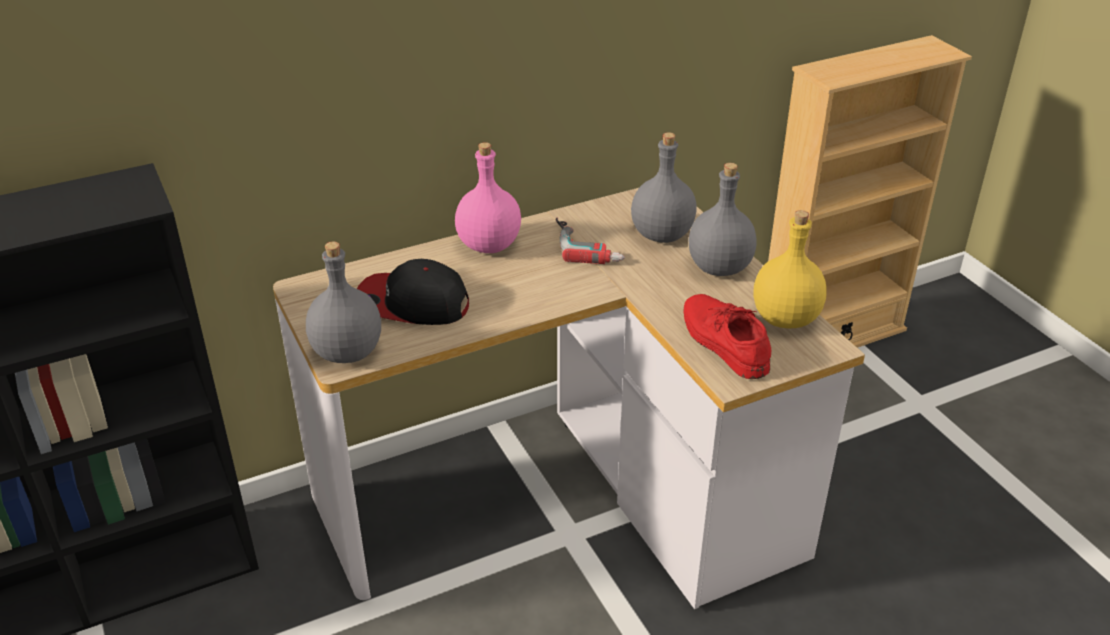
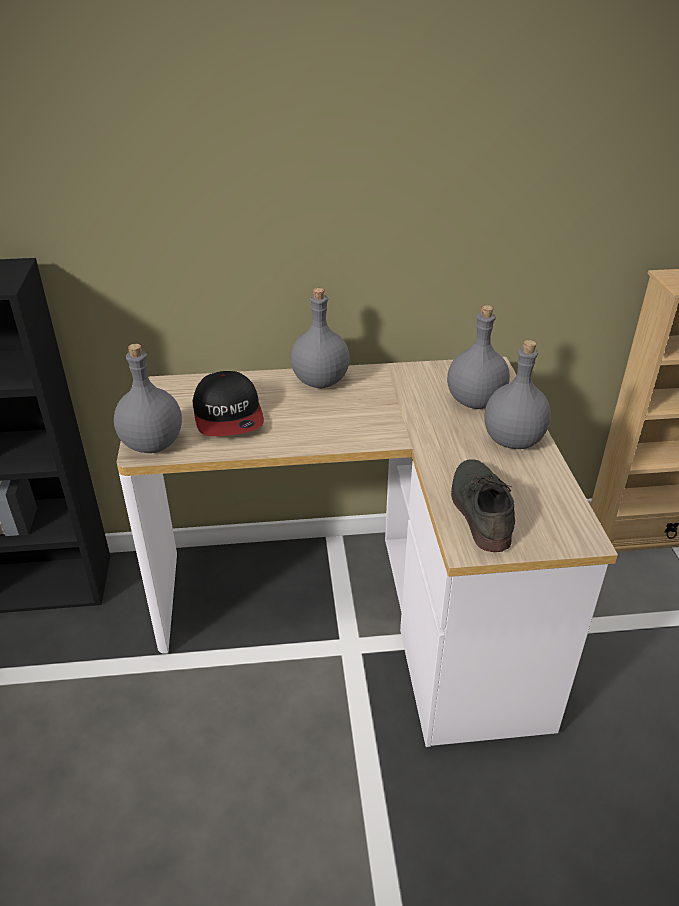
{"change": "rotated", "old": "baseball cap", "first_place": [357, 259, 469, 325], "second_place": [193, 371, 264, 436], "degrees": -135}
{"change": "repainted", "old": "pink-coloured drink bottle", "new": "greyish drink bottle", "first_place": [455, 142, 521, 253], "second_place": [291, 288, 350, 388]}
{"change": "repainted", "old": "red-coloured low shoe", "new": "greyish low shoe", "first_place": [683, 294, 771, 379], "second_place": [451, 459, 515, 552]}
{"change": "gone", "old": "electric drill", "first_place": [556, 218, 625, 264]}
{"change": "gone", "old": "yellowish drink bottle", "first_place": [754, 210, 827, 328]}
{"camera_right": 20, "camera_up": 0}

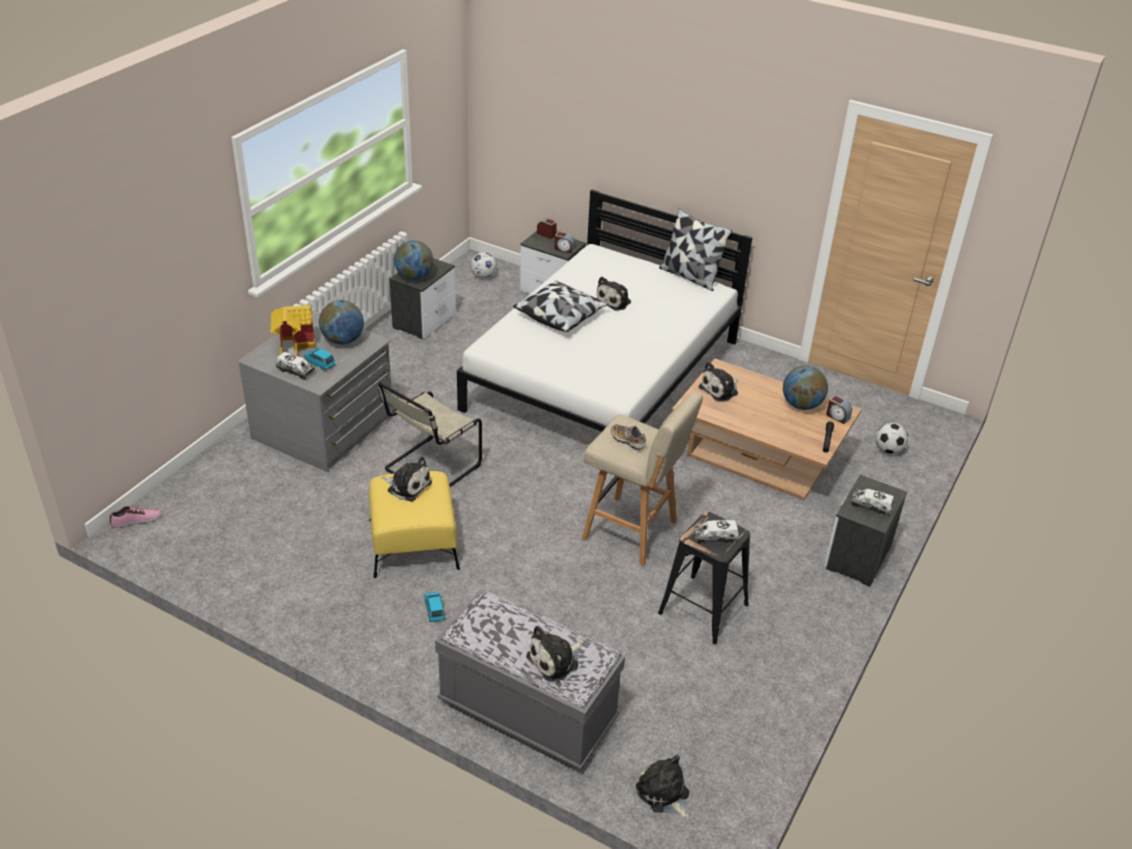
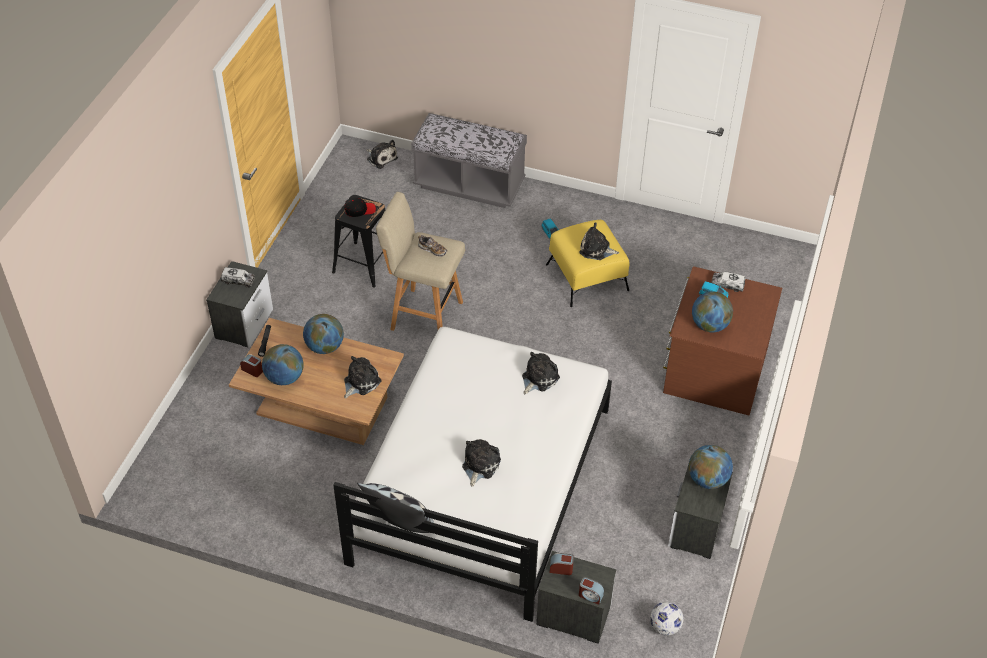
{"change": "new", "new": "world globe", "second_place": [303, 314, 344, 354]}
{"change": "swapped", "old": "model truck", "new": "black-coloured baseball cap", "first_place": [693, 520, 739, 544], "second_place": [344, 197, 376, 217]}
{"change": "shifted", "old": "plush toy", "first_place": [526, 626, 582, 681], "second_place": [522, 352, 560, 394]}
{"change": "repainted", "old": "greyish dresser", "new": "brown dresser", "first_place": [238, 310, 393, 472], "second_place": [663, 266, 782, 415]}
{"change": "gone", "old": "low shoe", "first_place": [110, 506, 162, 528]}
{"change": "gone", "old": "toy house", "first_place": [270, 305, 315, 356]}
{"change": "gone", "old": "beige plain chair", "first_place": [378, 382, 482, 487]}
{"change": "gone", "old": "cushion", "first_place": [513, 280, 608, 332]}
{"change": "gone", "old": "football", "first_place": [876, 423, 908, 454]}
{"camera_right": 170, "camera_up": 10}

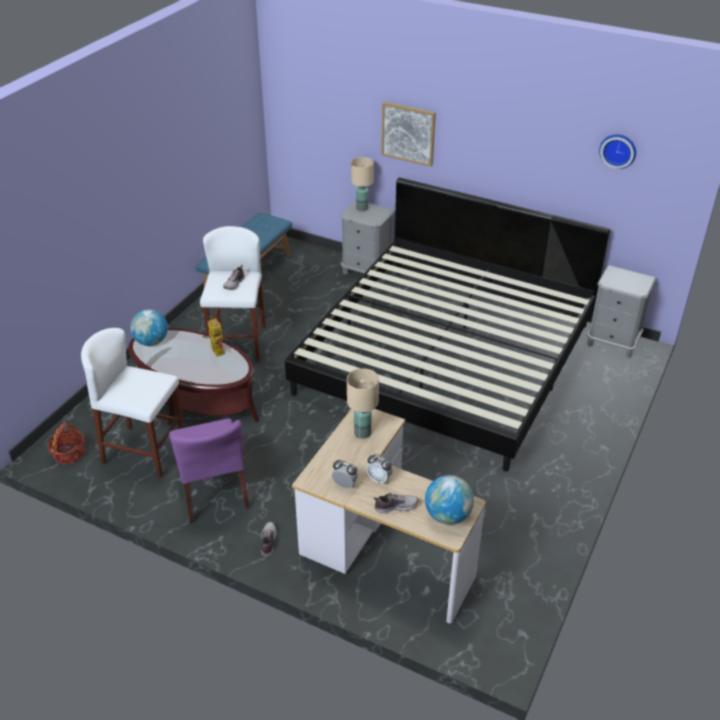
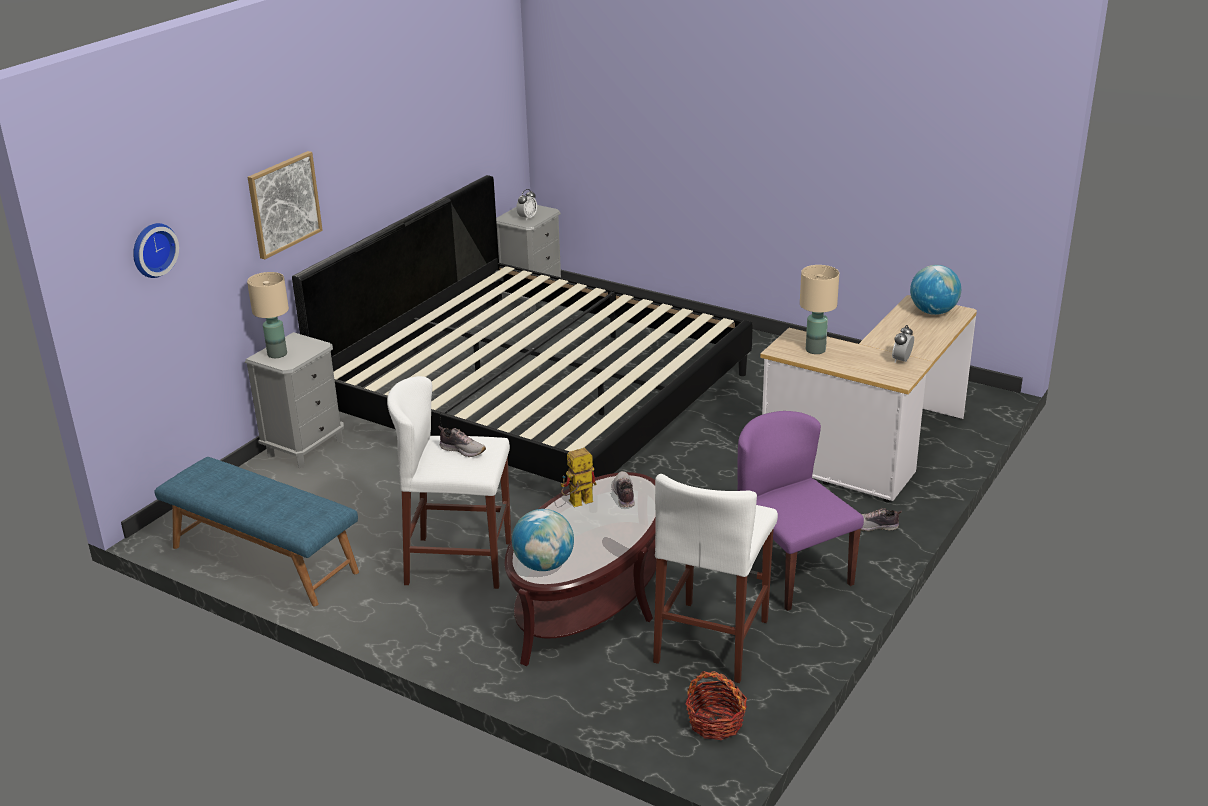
{"change": "shifted", "old": "wall clock", "first_place": [599, 134, 636, 169], "second_place": [133, 223, 179, 278]}
{"change": "shifted", "old": "alarm clock", "first_place": [367, 454, 393, 485], "second_place": [516, 189, 537, 221]}
{"change": "shifted", "old": "low shoe", "first_place": [374, 493, 418, 514], "second_place": [612, 471, 635, 507]}
{"change": "rotated", "old": "purple plain chair", "first_place": [169, 418, 250, 523], "second_place": [737, 411, 864, 611], "degrees": -105}
{"camera_right": -85, "camera_up": -10}

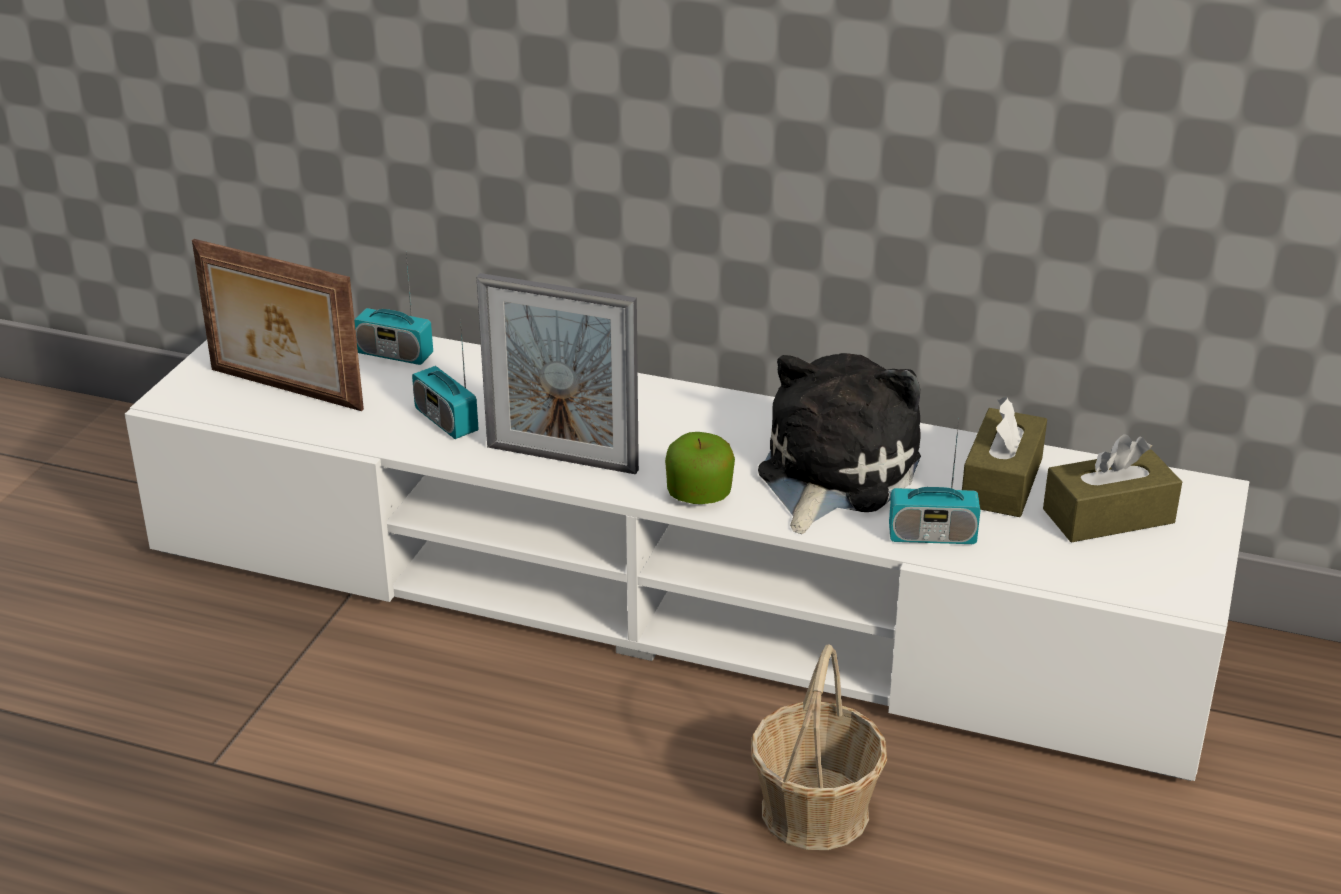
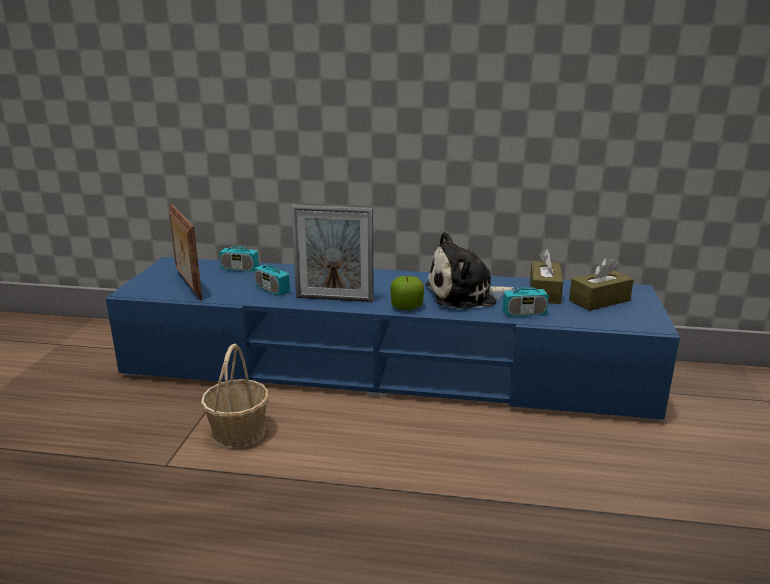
{"change": "repainted", "old": "white tv stand", "new": "blue tv stand", "first_place": [125, 336, 1249, 781], "second_place": [106, 257, 680, 421]}
{"change": "rotated", "old": "photo frame", "first_place": [192, 239, 364, 411], "second_place": [169, 203, 202, 301], "degrees": 45}
{"change": "shifted", "old": "storage basket", "first_place": [751, 644, 887, 850], "second_place": [201, 344, 269, 449]}
{"change": "rotated", "old": "plush toy", "first_place": [758, 353, 921, 534], "second_place": [425, 232, 514, 309], "degrees": -120}
{"camera_right": -10, "camera_up": -10}

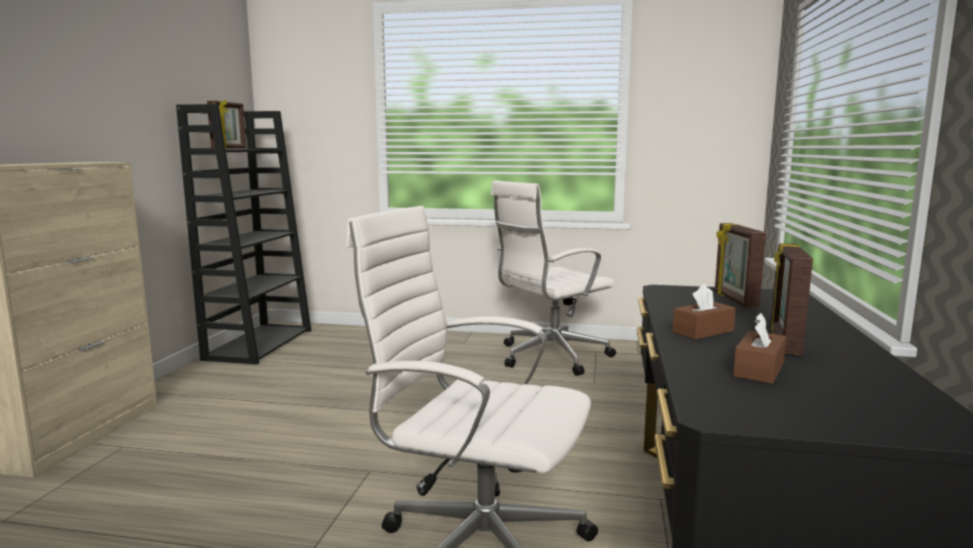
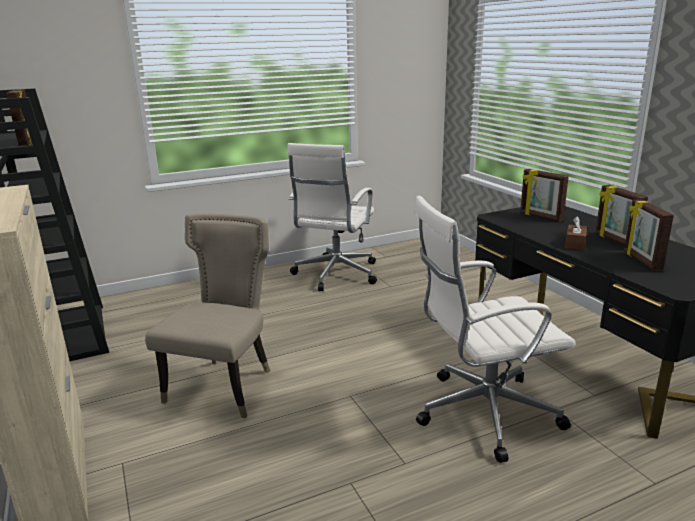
{"change": "new", "new": "beige plain chair", "second_place": [145, 214, 270, 418]}
{"change": "swapped", "old": "brown box of tissues", "new": "photo frame", "first_place": [733, 313, 786, 384], "second_place": [624, 199, 674, 271]}
{"camera_right": -35, "camera_up": 10}

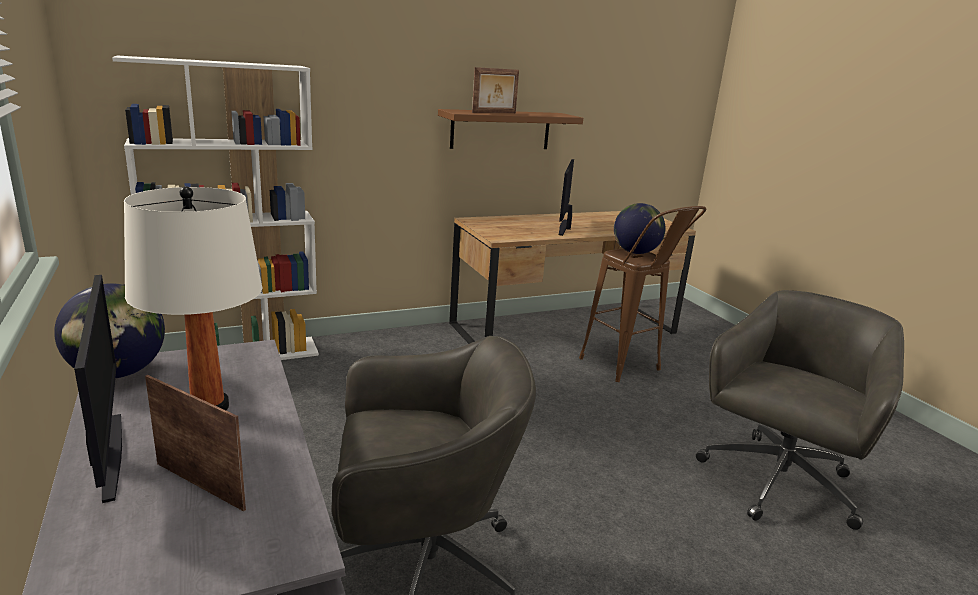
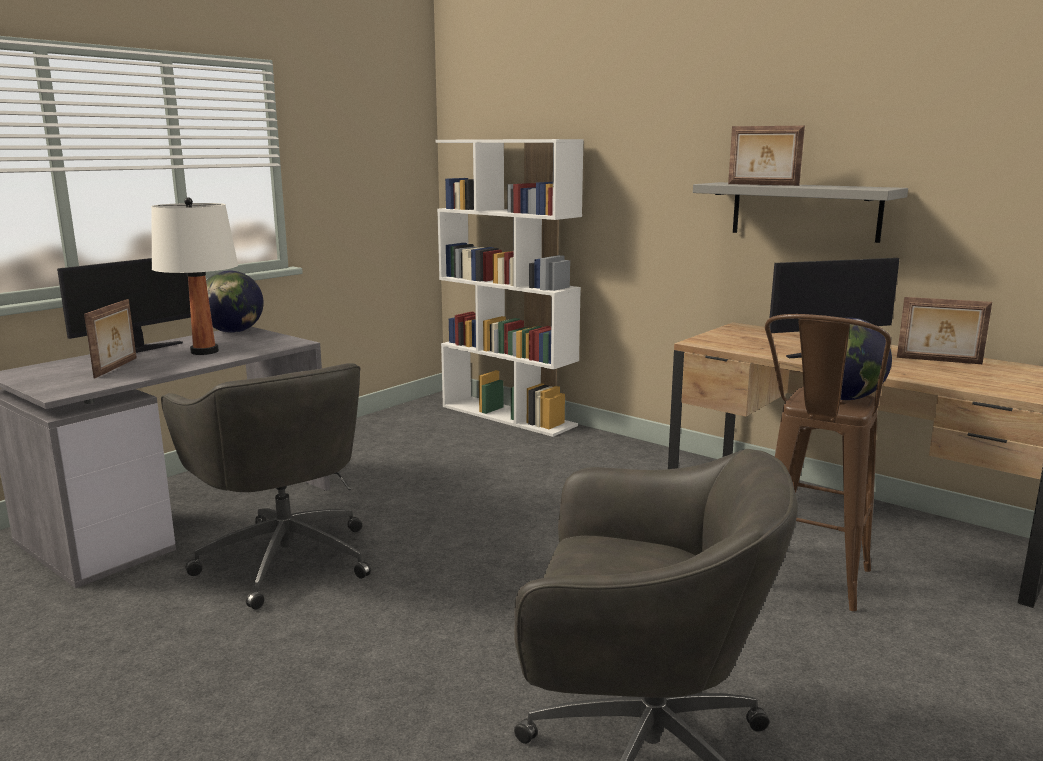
{"change": "repainted", "old": "brown wall shelf", "new": "greyish wall shelf", "first_place": [438, 109, 583, 149], "second_place": [693, 182, 908, 243]}
{"change": "new", "new": "photo frame", "second_place": [897, 297, 992, 364]}
{"camera_right": 65, "camera_up": -5}

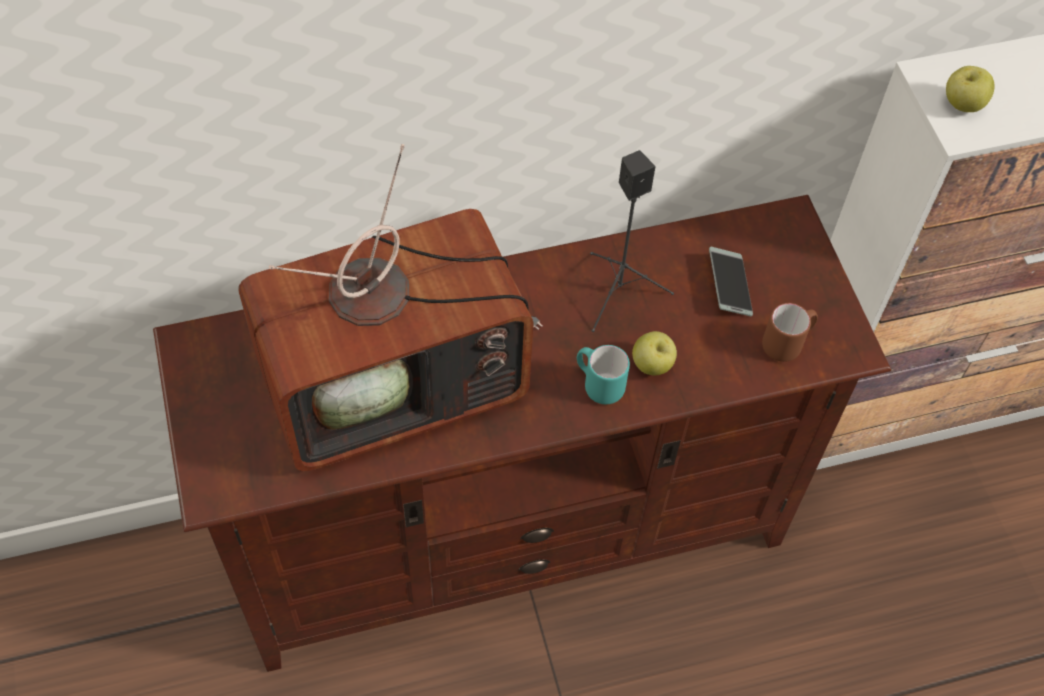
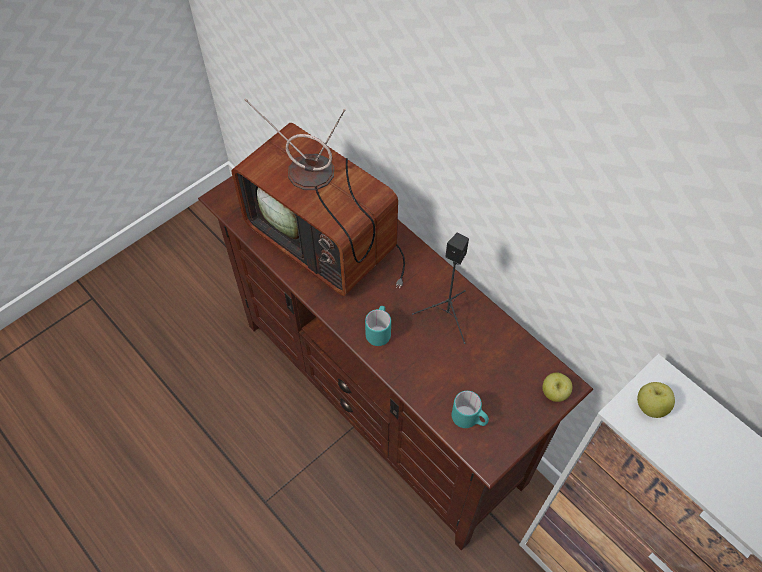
{"change": "repainted", "old": "brown coffee mug", "new": "turquoise coffee mug", "first_place": [762, 303, 818, 362], "second_place": [452, 391, 489, 428]}
{"change": "shifted", "old": "apple", "first_place": [632, 331, 677, 375], "second_place": [542, 373, 572, 402]}
{"change": "gone", "old": "phone", "first_place": [709, 247, 753, 316]}
{"camera_right": 65, "camera_up": 0}

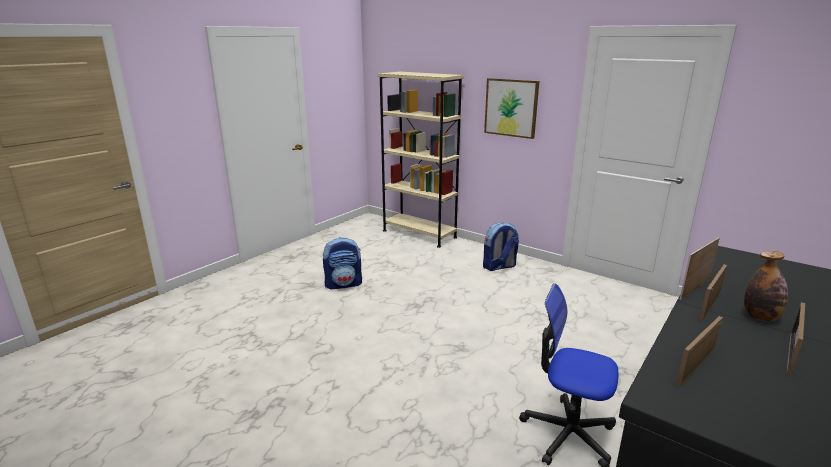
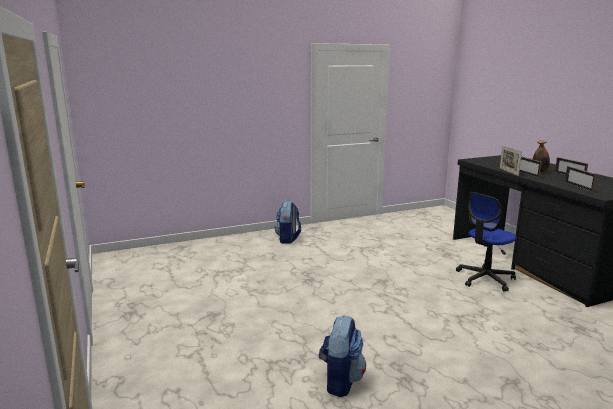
{"change": "shifted", "old": "rucksack", "first_place": [323, 237, 362, 289], "second_place": [319, 316, 366, 397]}
{"change": "gone", "old": "beige bookshelf", "first_place": [377, 72, 464, 248]}
{"change": "gone", "old": "wall picture", "first_place": [484, 78, 539, 139]}
{"camera_right": -60, "camera_up": -5}

